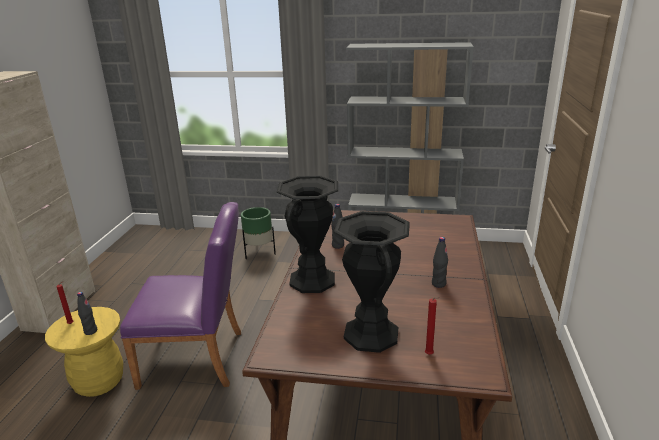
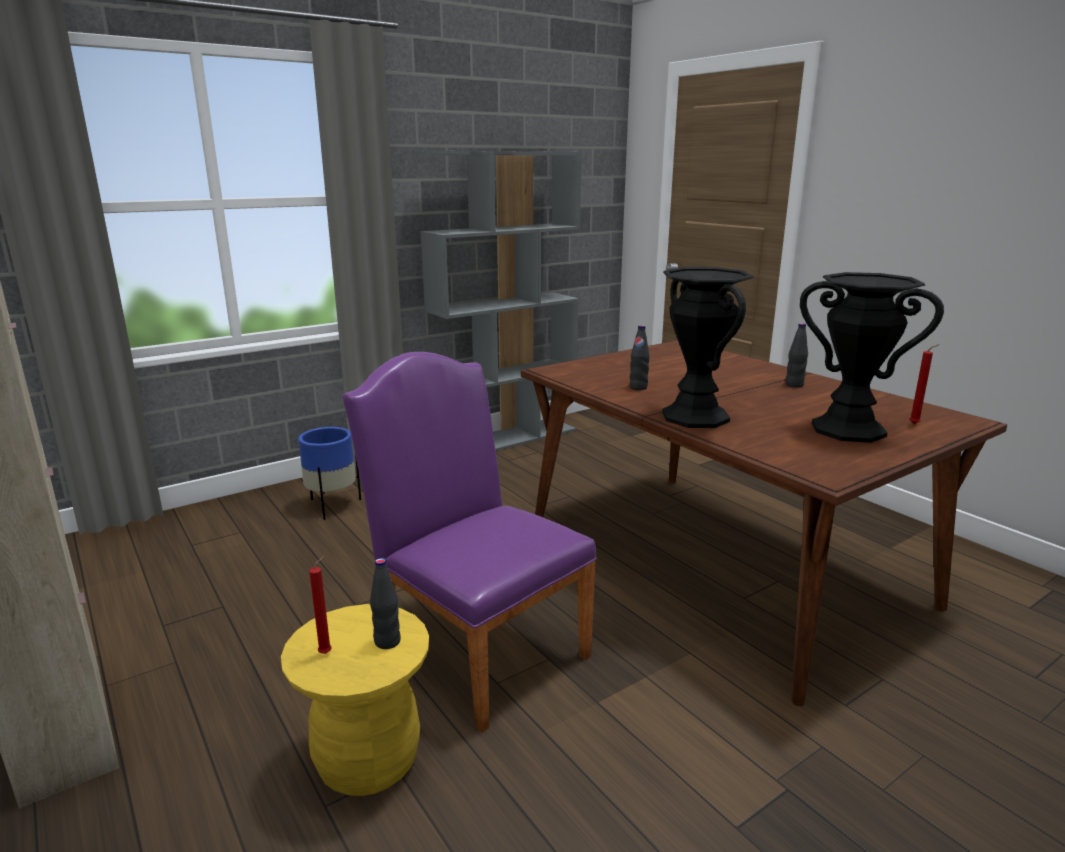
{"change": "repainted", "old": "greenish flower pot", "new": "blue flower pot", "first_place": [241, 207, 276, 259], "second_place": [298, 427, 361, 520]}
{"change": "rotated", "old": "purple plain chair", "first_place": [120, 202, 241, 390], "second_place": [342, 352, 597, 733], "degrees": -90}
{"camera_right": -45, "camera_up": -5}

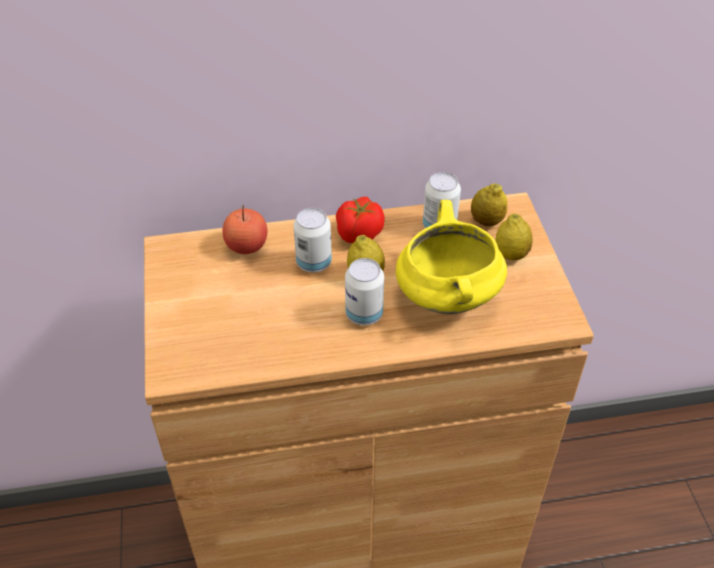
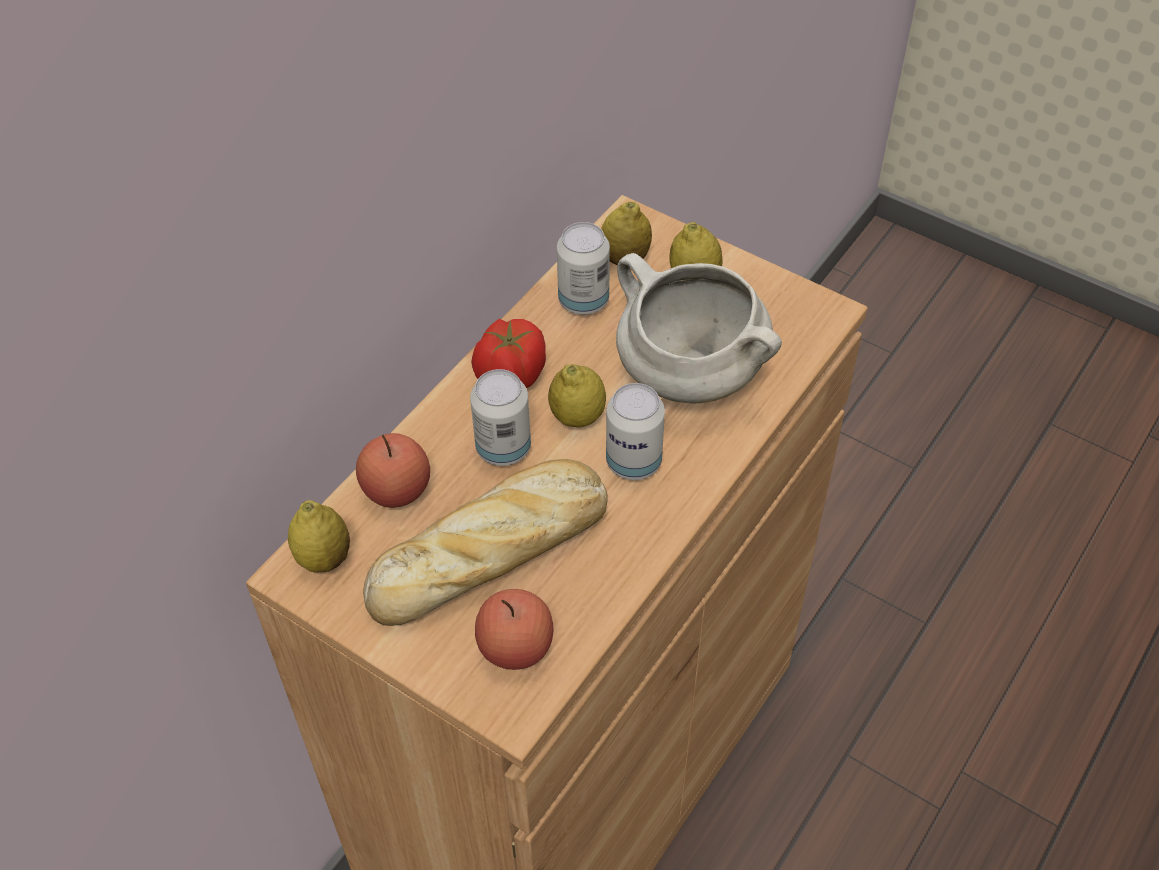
{"change": "new", "new": "citrus fruit", "second_place": [288, 500, 350, 573]}
{"change": "new", "new": "baked bread", "second_place": [363, 459, 608, 626]}
{"change": "new", "new": "apple", "second_place": [475, 589, 553, 670]}
{"change": "repainted", "old": "yellowish cooking pot", "new": "white cooking pot", "first_place": [396, 200, 507, 314], "second_place": [616, 253, 782, 403]}
{"camera_right": -45, "camera_up": 5}

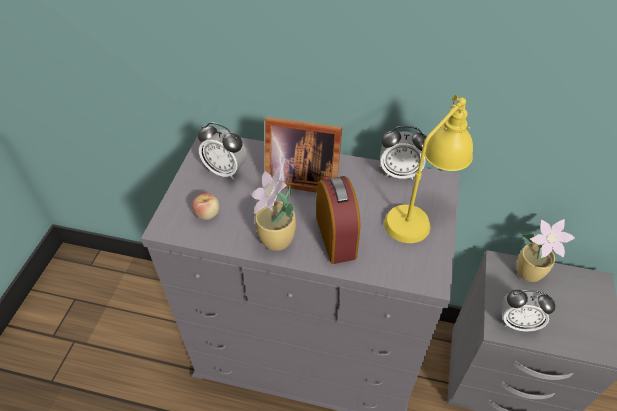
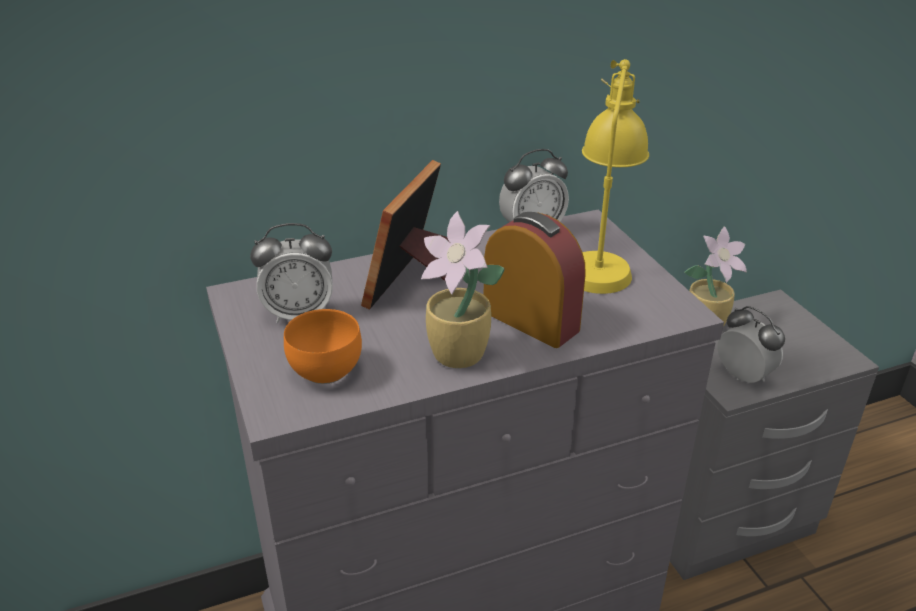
{"change": "swapped", "old": "apple", "new": "orangey bowl", "first_place": [192, 193, 220, 220], "second_place": [284, 309, 362, 384]}
{"change": "rotated", "old": "photo frame", "first_place": [265, 117, 342, 193], "second_place": [361, 160, 449, 310], "degrees": 135}
{"change": "rotated", "old": "alarm clock", "first_place": [502, 290, 555, 331], "second_place": [718, 306, 785, 383], "degrees": -105}
{"camera_right": -35, "camera_up": -15}

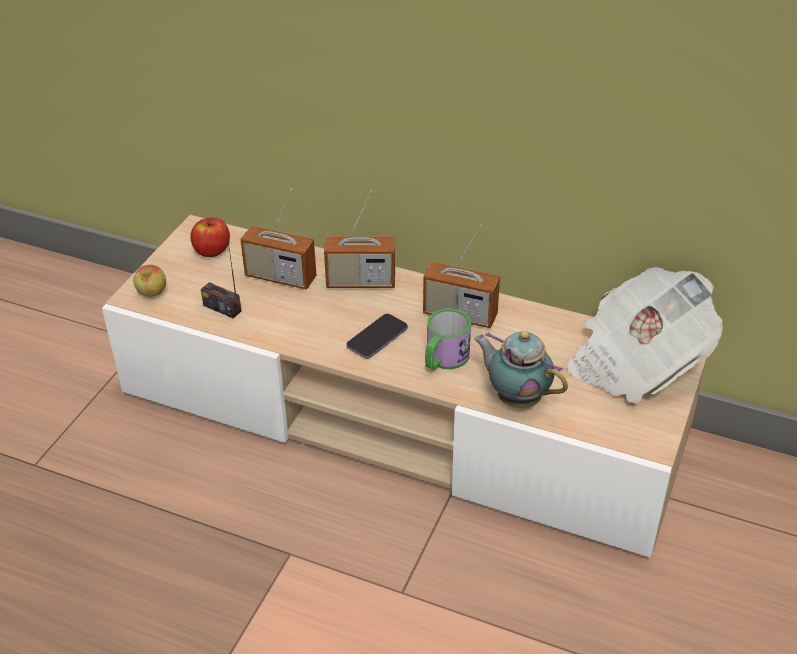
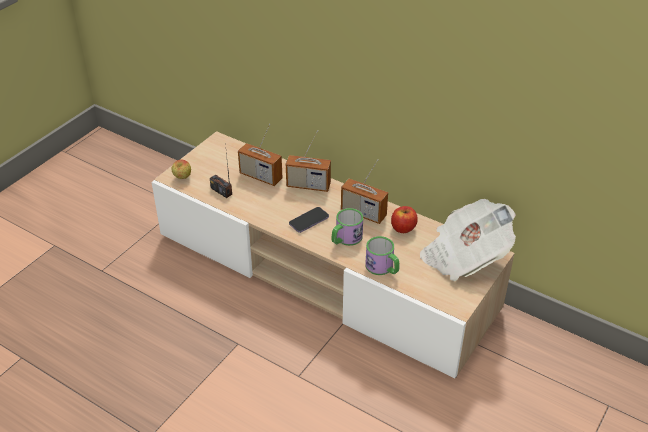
{"change": "swapped", "old": "pot for tea", "new": "coffee mug", "first_place": [474, 331, 568, 408], "second_place": [365, 236, 400, 275]}
{"change": "shifted", "old": "apple", "first_place": [191, 217, 230, 257], "second_place": [391, 206, 418, 233]}
{"camera_right": 10, "camera_up": 0}

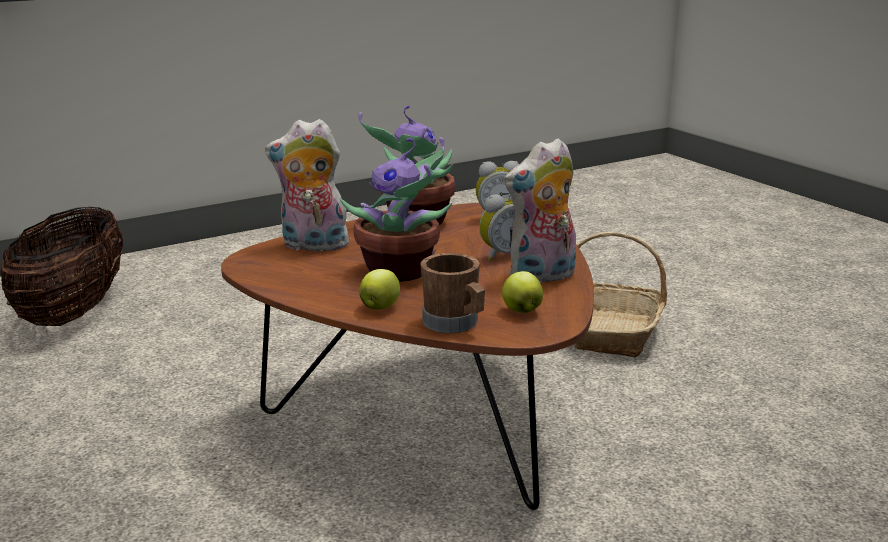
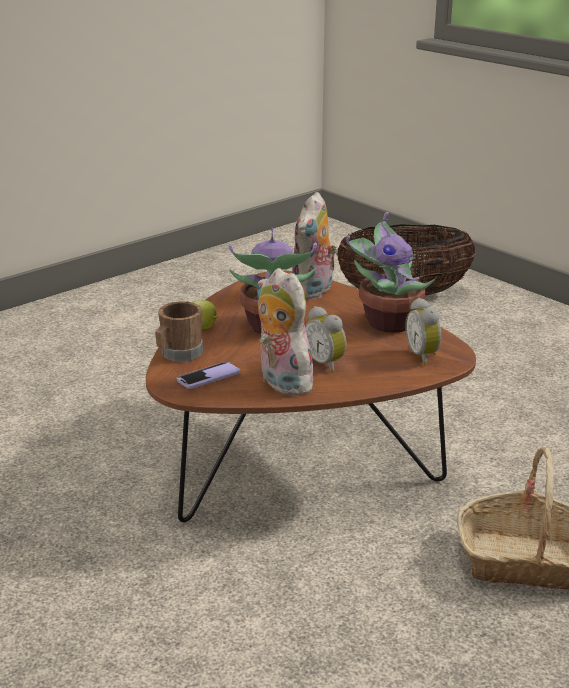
{"change": "swapped", "old": "apple", "new": "phone", "first_place": [502, 271, 543, 313], "second_place": [177, 362, 240, 389]}
{"change": "rotated", "old": "plush toy", "first_place": [265, 119, 349, 254], "second_place": [292, 192, 338, 301], "degrees": -150}
{"camera_right": 80, "camera_up": 5}

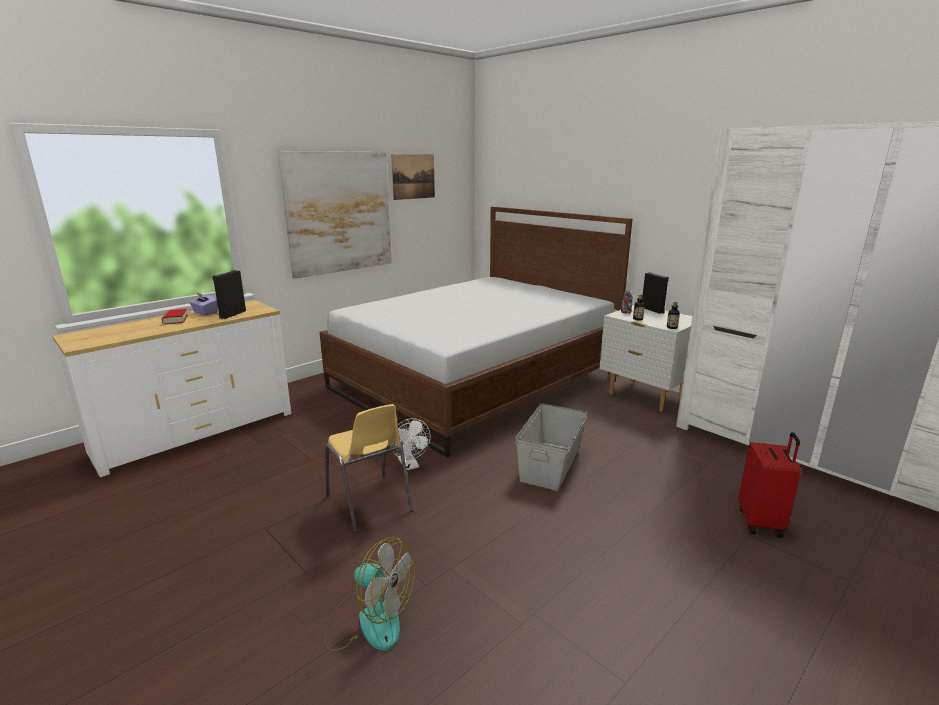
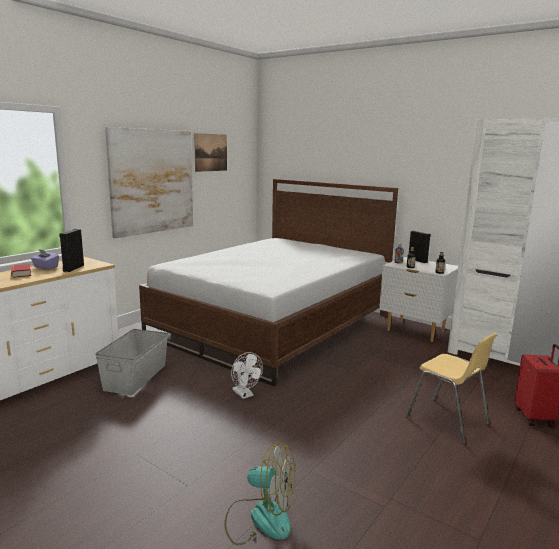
{"change": "shifted", "old": "greyish storage container", "first_place": [515, 403, 587, 491], "second_place": [95, 329, 168, 395]}
{"change": "shifted", "old": "yellowish plain chair", "first_place": [325, 404, 413, 533], "second_place": [406, 333, 497, 444]}
{"camera_right": -10, "camera_up": -5}

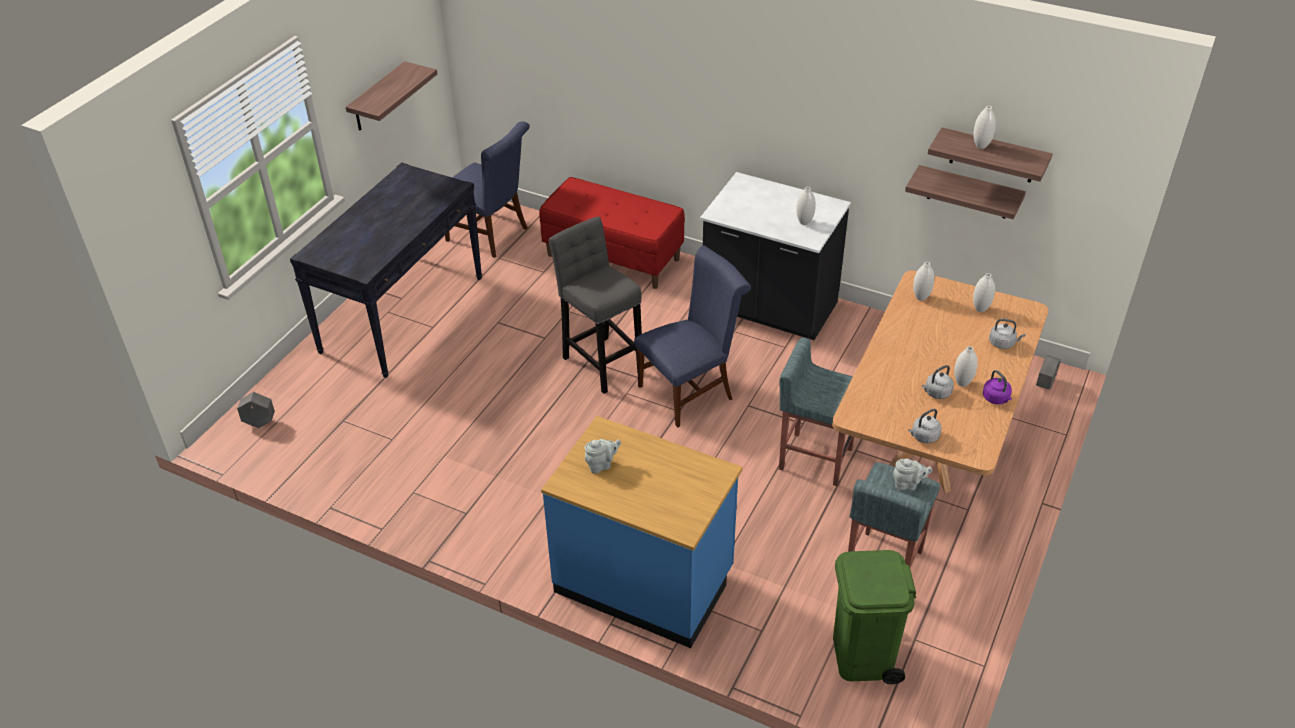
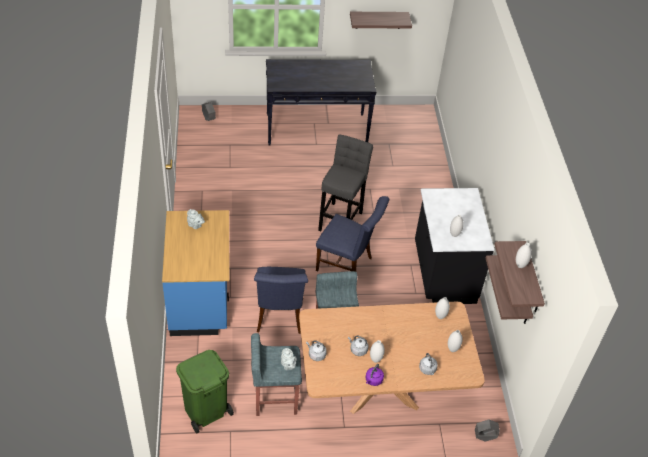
{"change": "shifted", "old": "blue plain chair", "first_place": [445, 122, 530, 258], "second_place": [254, 267, 308, 334]}
{"change": "gone", "old": "red-coloured long seat", "first_place": [539, 177, 685, 289]}
{"camera_right": 55, "camera_up": 5}

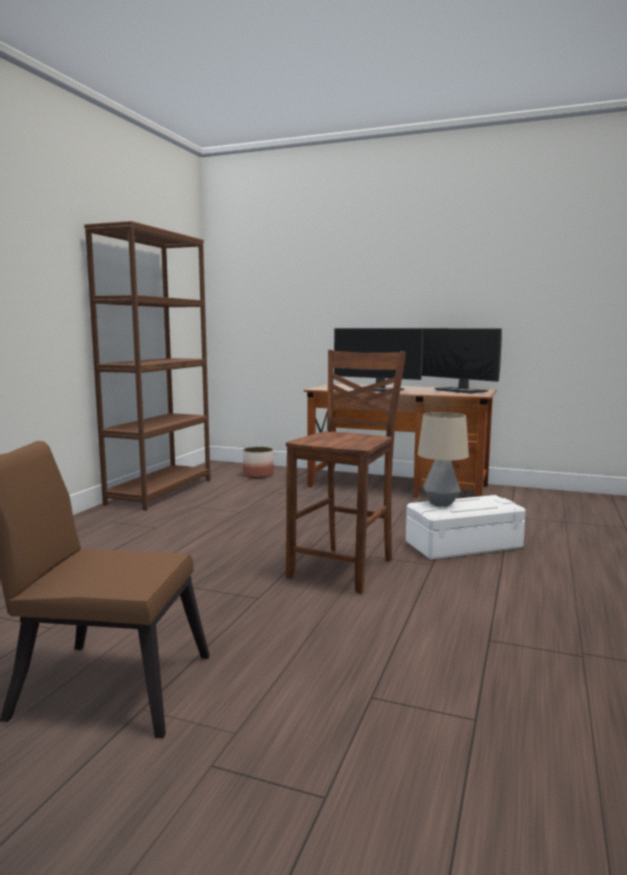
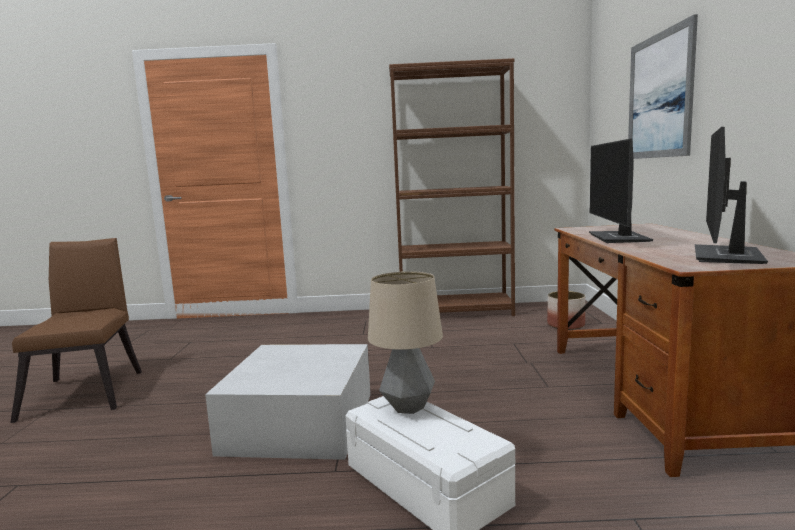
{"change": "swapped", "old": "brown plain chair", "new": "white storage container", "first_place": [286, 350, 406, 594], "second_place": [205, 344, 371, 460]}
{"change": "new", "new": "wall picture", "second_place": [628, 14, 698, 159]}
{"camera_right": 70, "camera_up": 0}

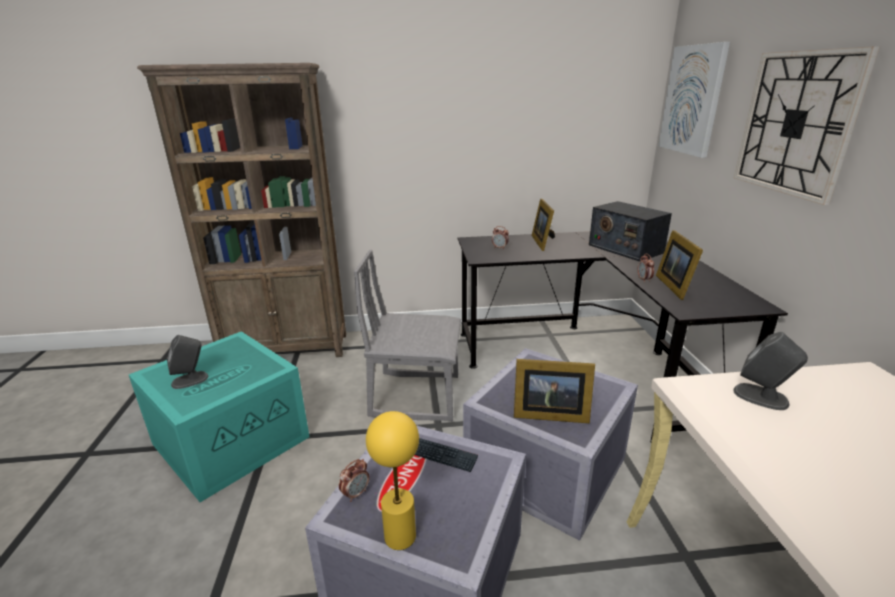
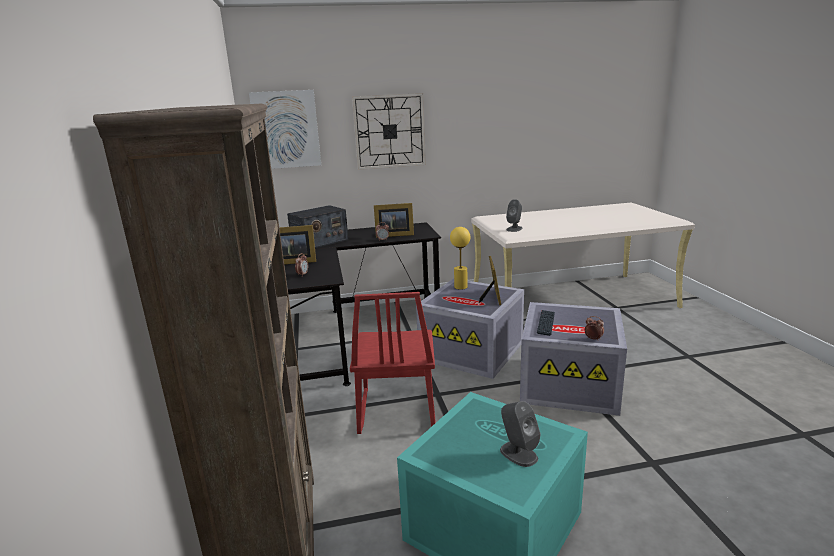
{"change": "repainted", "old": "greyish plain chair", "new": "red-coloured plain chair", "first_place": [354, 250, 461, 421], "second_place": [350, 292, 436, 434]}
{"change": "shifted", "old": "yellowish table lamp", "first_place": [366, 411, 419, 550], "second_place": [450, 227, 470, 290]}
{"camera_right": -95, "camera_up": -5}

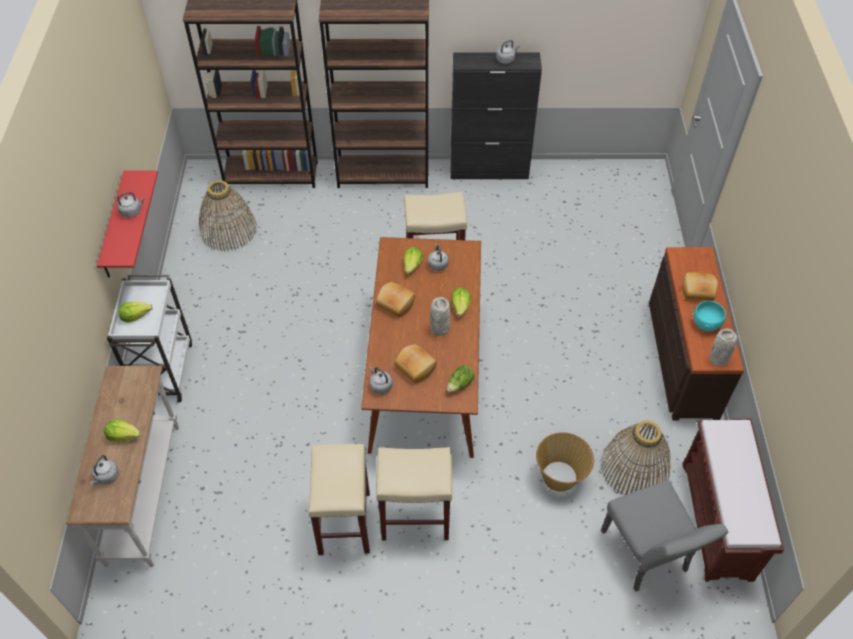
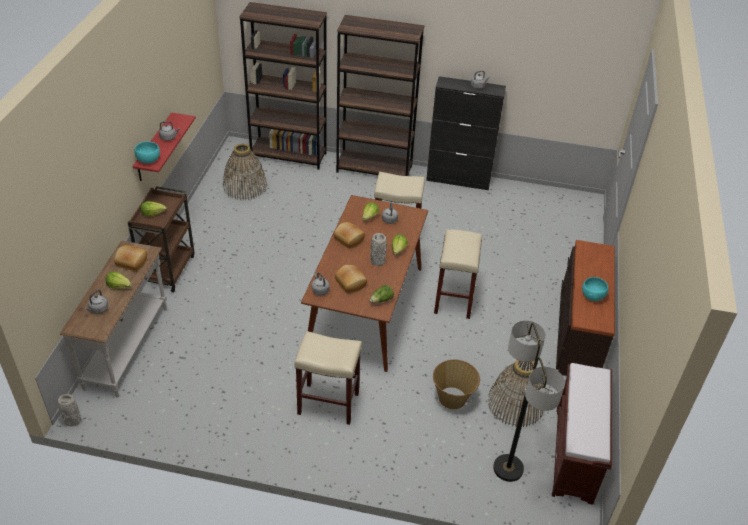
{"change": "shifted", "old": "greyish vase", "first_place": [709, 329, 738, 366], "second_place": [58, 394, 81, 426]}
{"change": "shifted", "old": "baked bread", "first_place": [682, 272, 718, 301], "second_place": [114, 245, 147, 271]}
{"change": "repainted", "old": "white cart", "new": "brown cart", "first_place": [107, 275, 192, 402], "second_place": [128, 186, 195, 292]}
{"change": "new", "new": "turquoise bowl", "second_place": [134, 141, 160, 164]}
{"change": "shifted", "old": "beige stool", "first_place": [309, 444, 370, 555], "second_place": [434, 229, 482, 319]}
{"change": "swapped", "old": "greyish plain chair", "new": "floor lamp", "first_place": [601, 480, 729, 592], "second_place": [493, 321, 565, 482]}
{"camera_right": 10, "camera_up": -10}

